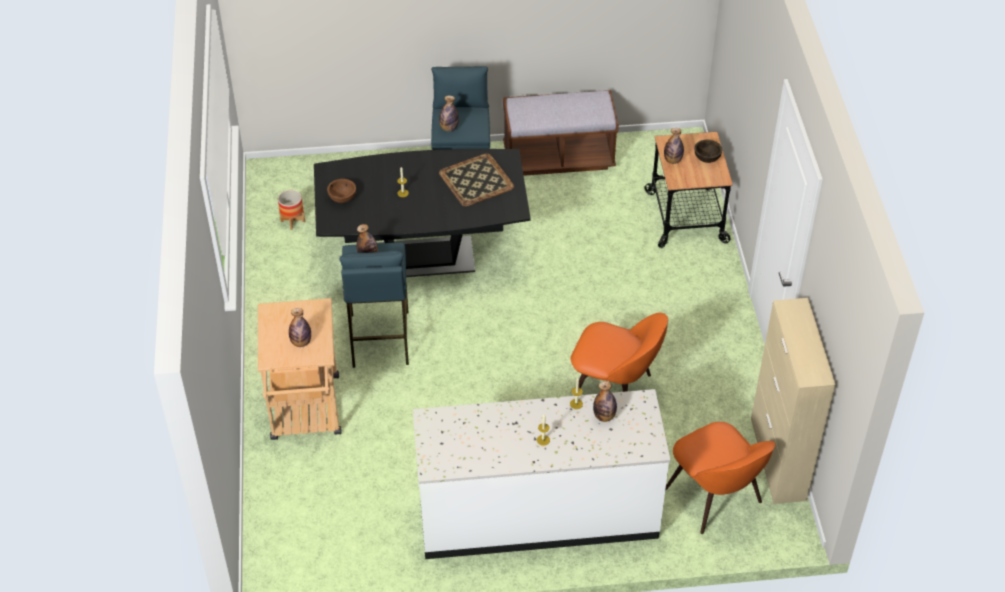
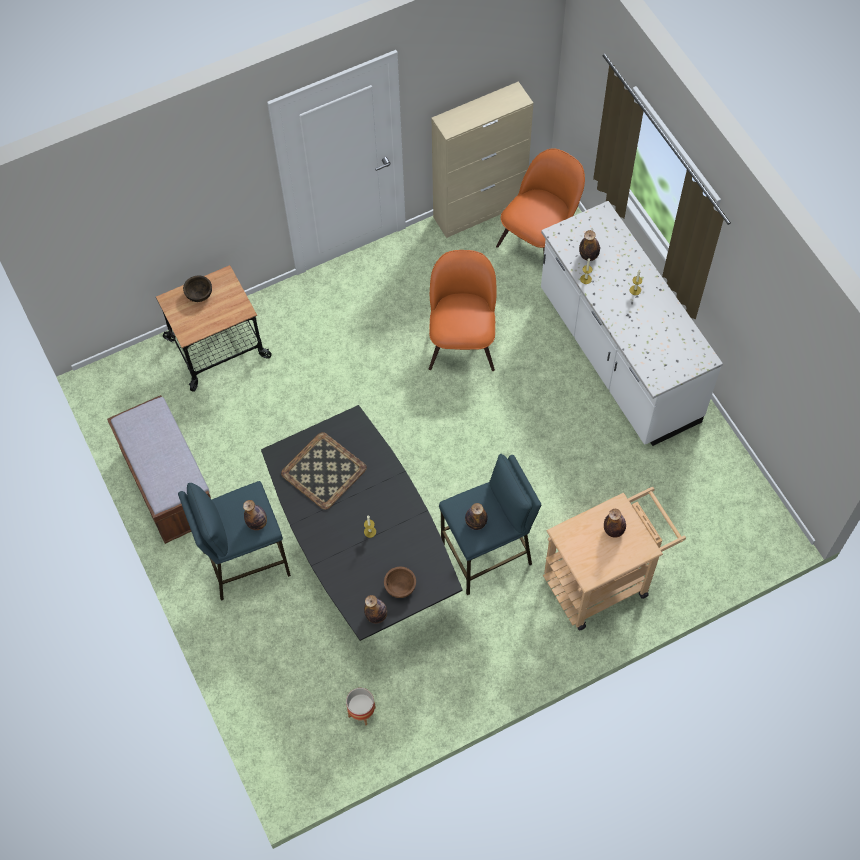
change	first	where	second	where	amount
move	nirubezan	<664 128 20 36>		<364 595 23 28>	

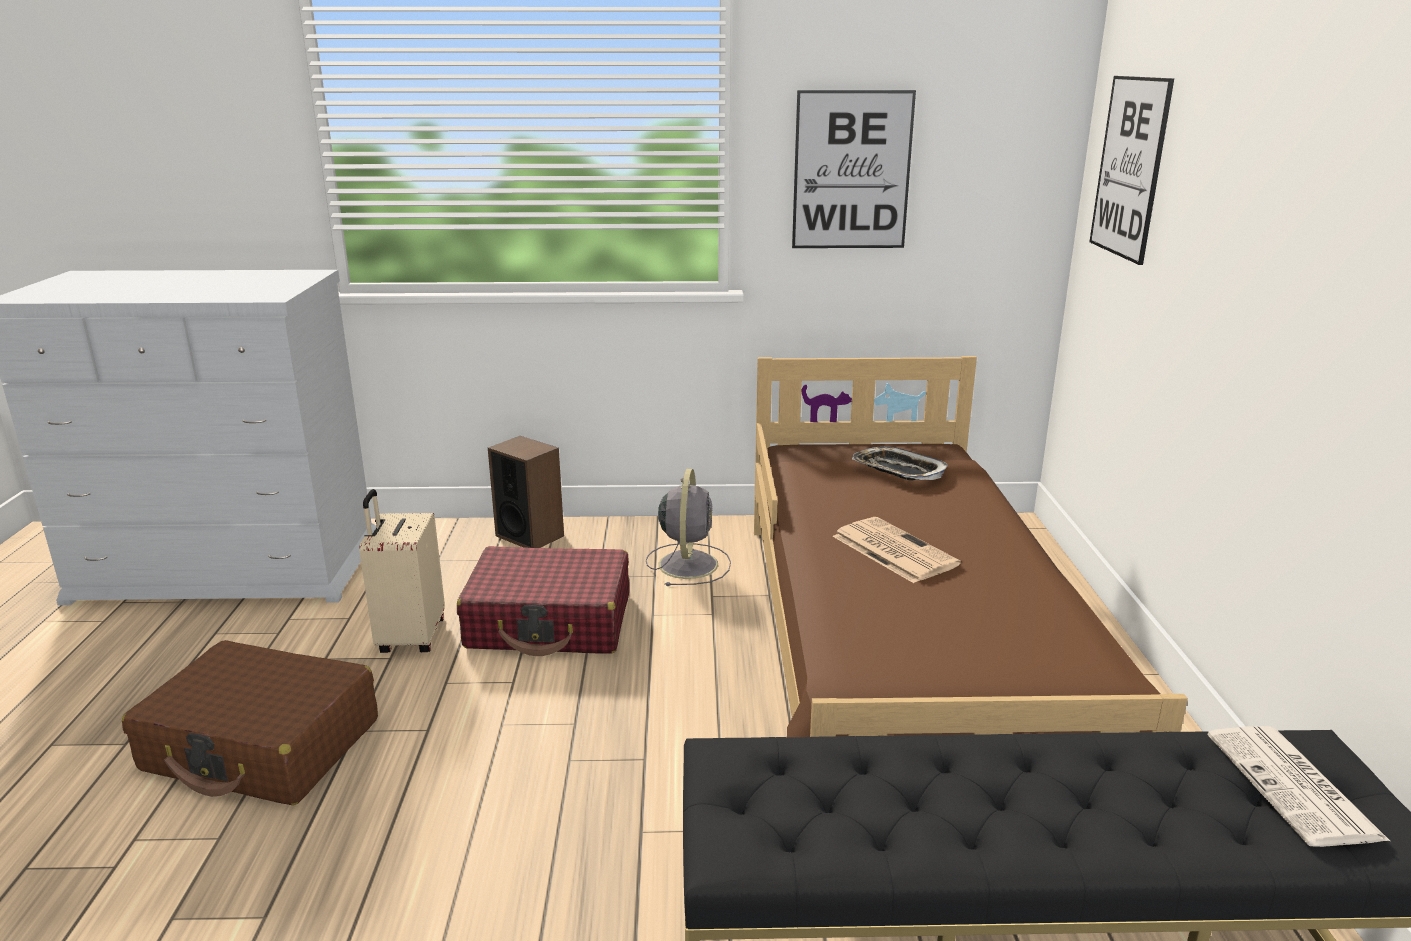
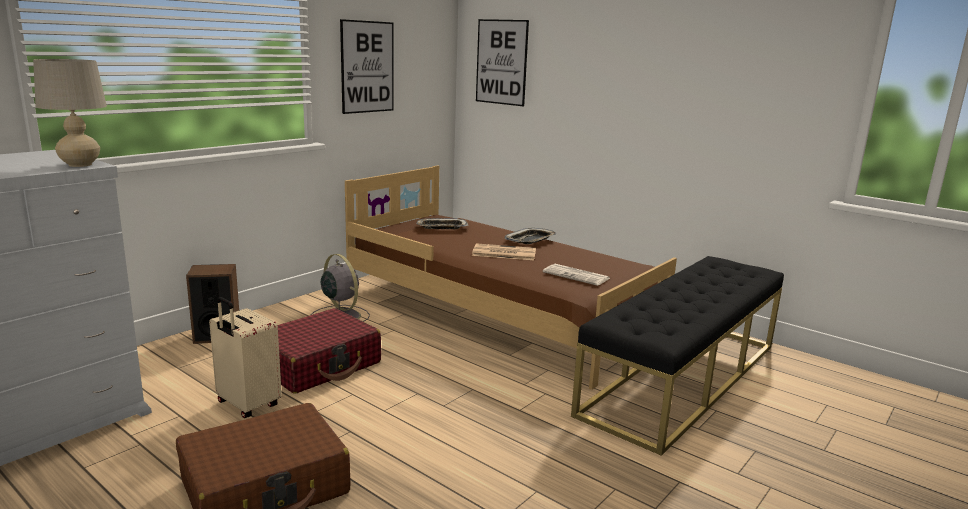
change	first	where	second	where	amount
move	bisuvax	<1207 726 183 121>		<543 264 67 22>	
insert			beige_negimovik	<33 59 74 108>	
insert			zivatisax	<505 228 51 16>	

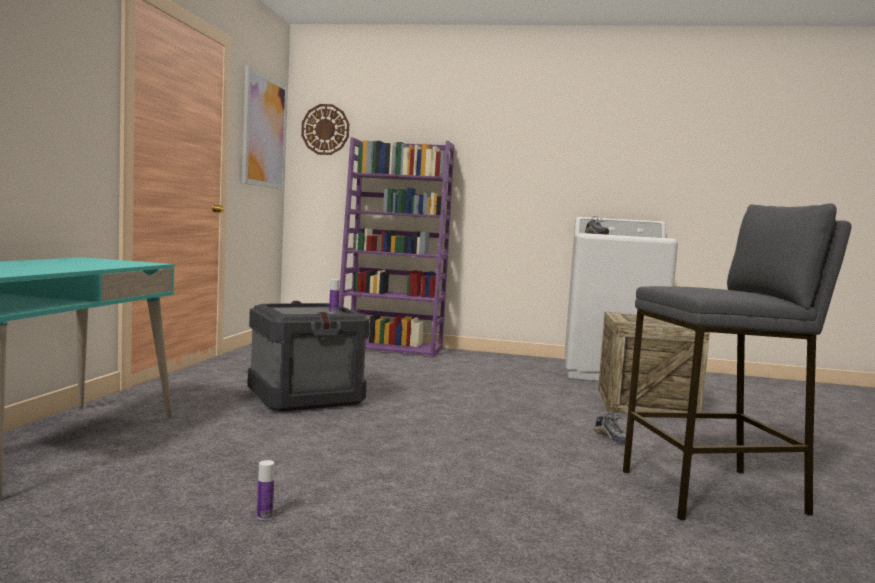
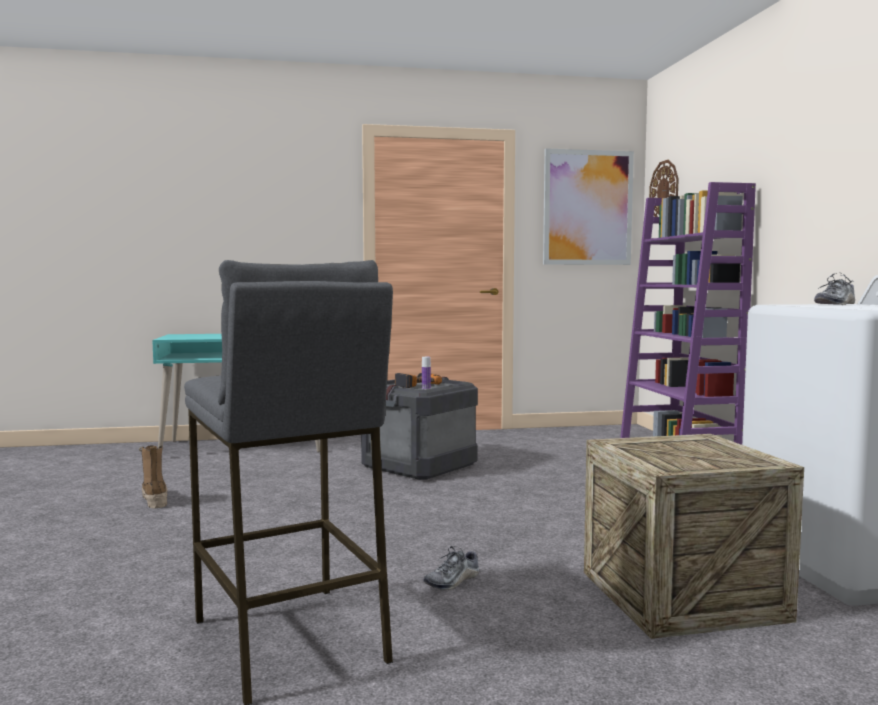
change	first	where	second	where	amount
replace	nirubezan	<257 460 17 60>	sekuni	<139 445 29 64>	
insert			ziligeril	<395 373 47 15>	

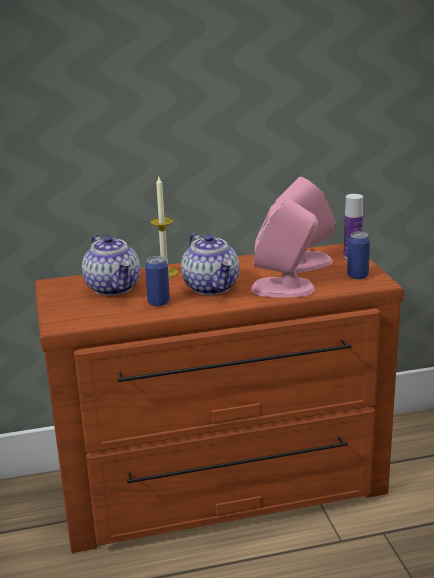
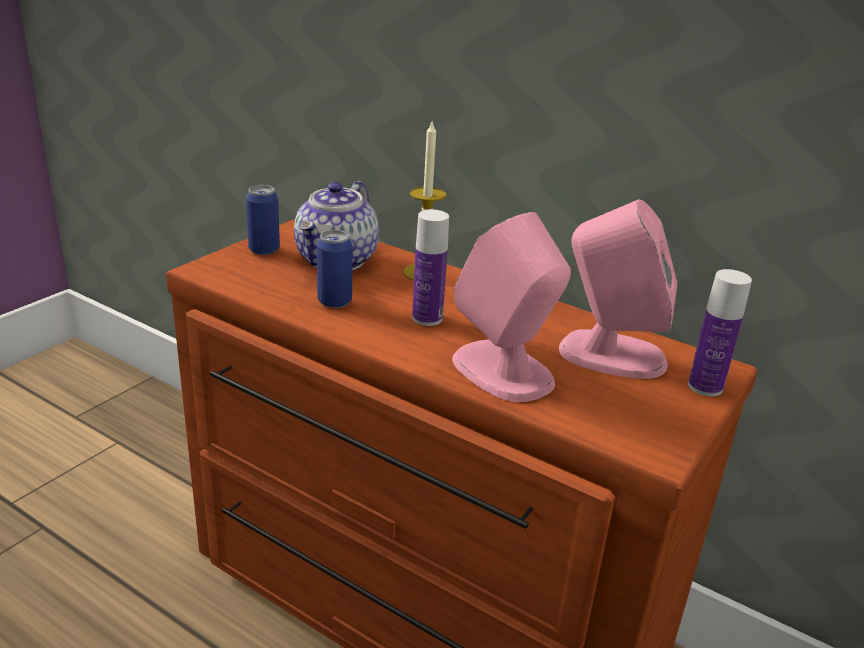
change	first	where	second	where	amount
replace	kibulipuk	<181 233 58 62>	nirubezan	<412 210 37 116>	
move	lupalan	<347 232 23 47>		<246 185 34 70>	

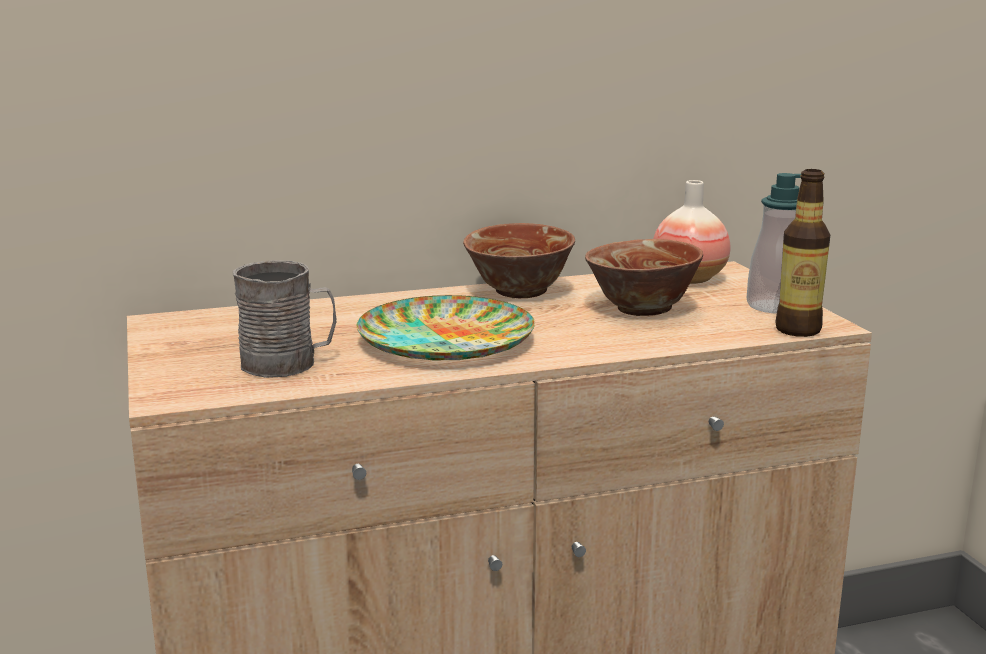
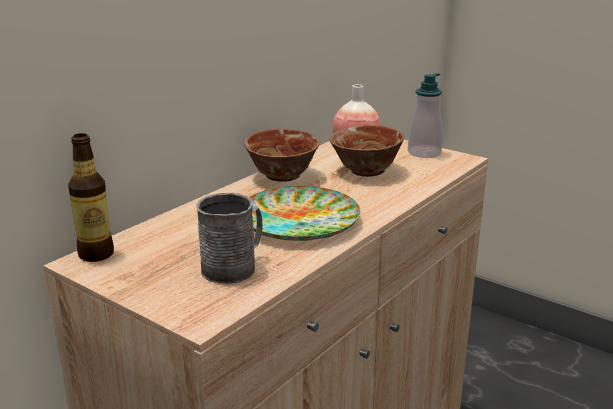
change	first	where	second	where	amount
move	nirubezan	<776 169 54 168>		<68 133 46 129>	

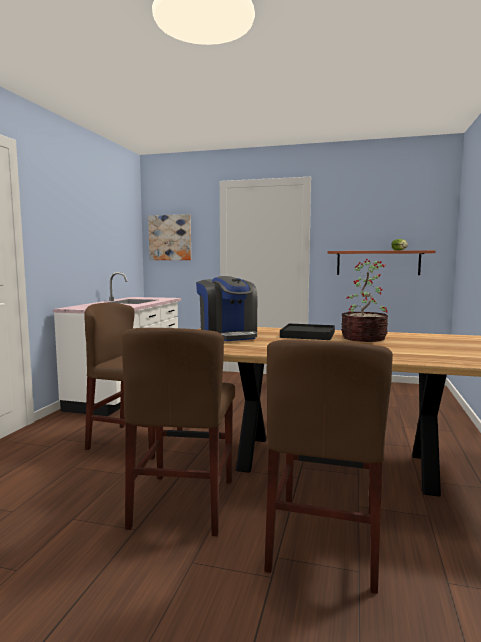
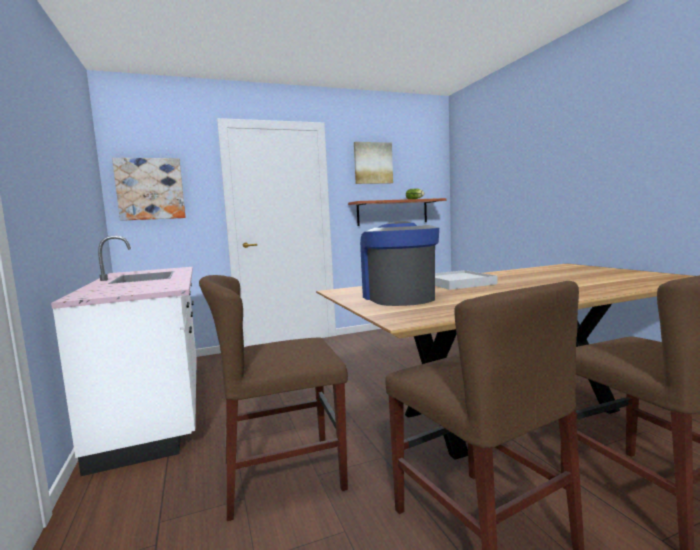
change	first	where	second	where	amount
rotate	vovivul	<196 276 61 65>		<360 221 79 85>	135 degrees counterclockwise
recolor	black_zivatisax	<280 323 55 17>	white_zivatisax	<435 270 62 20>	
delete	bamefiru	<341 259 47 83>			
insert			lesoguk	<354 142 39 42>	

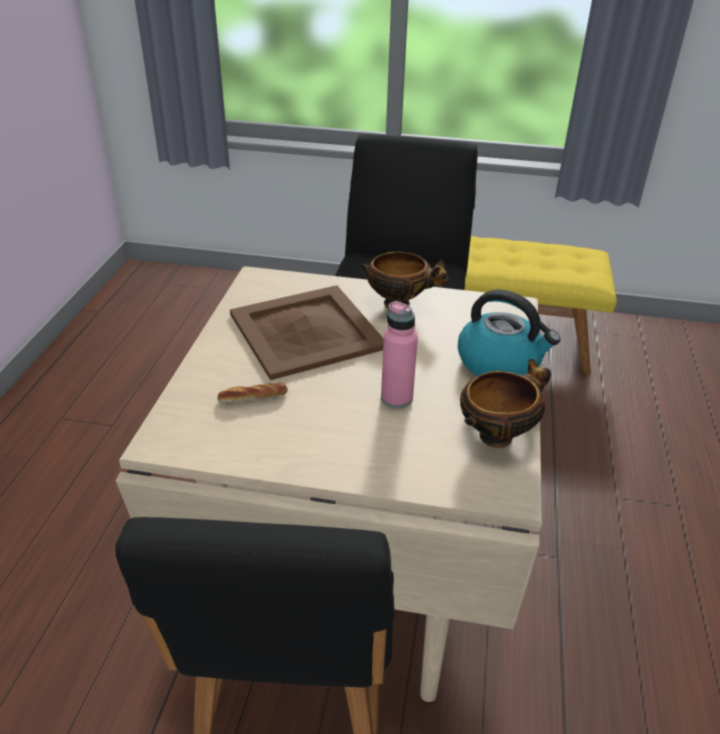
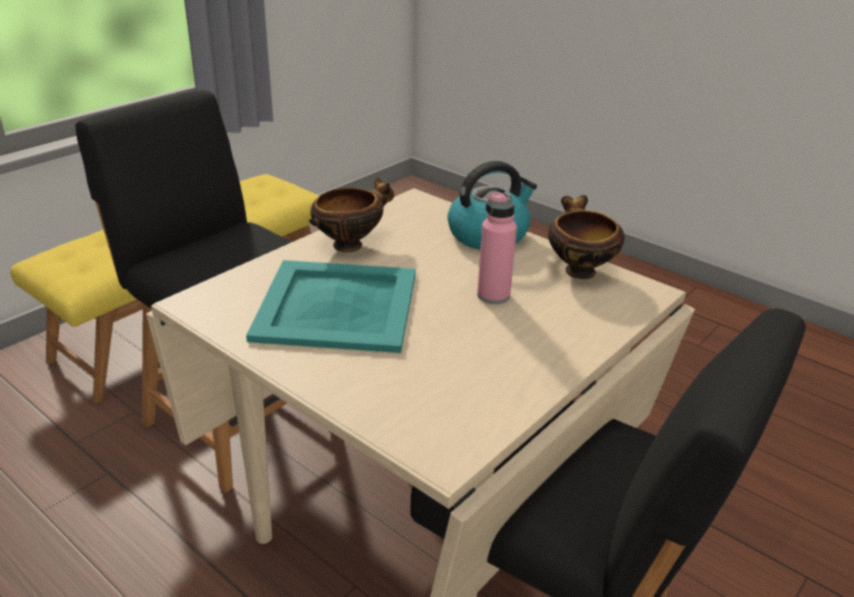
change	first	where	second	where	amount
delete	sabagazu	<217 382 71 21>			
recolor	brown_zivatisax	<230 285 154 95>	turquoise_zivatisax	<246 260 170 93>	

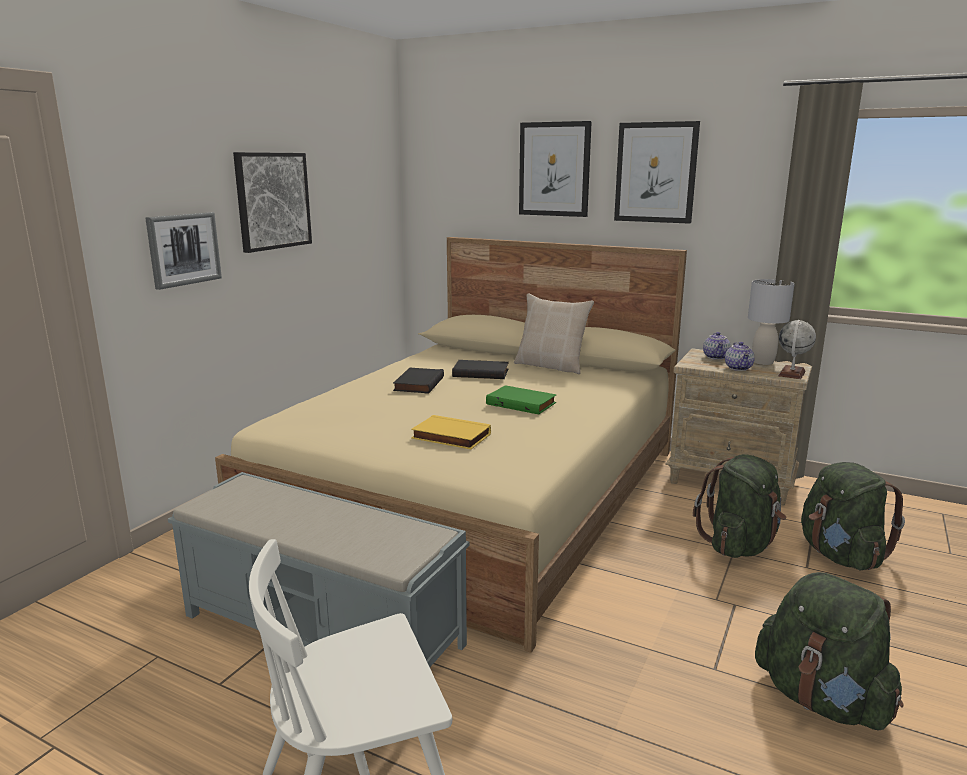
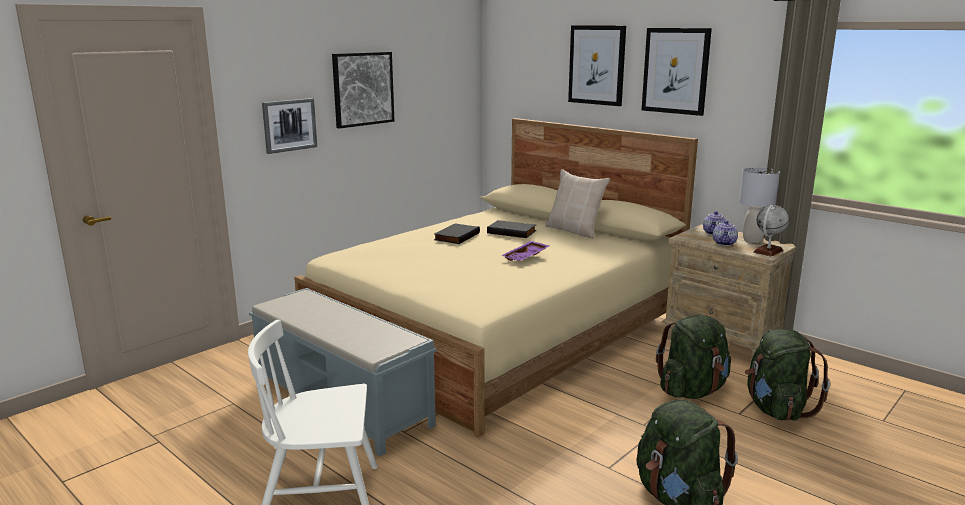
change	first	where	second	where	amount
delete	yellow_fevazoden	<411 415 80 34>			
replace	green_fevazoden	<486 385 71 29>	purple_zivatisax	<501 241 48 20>	

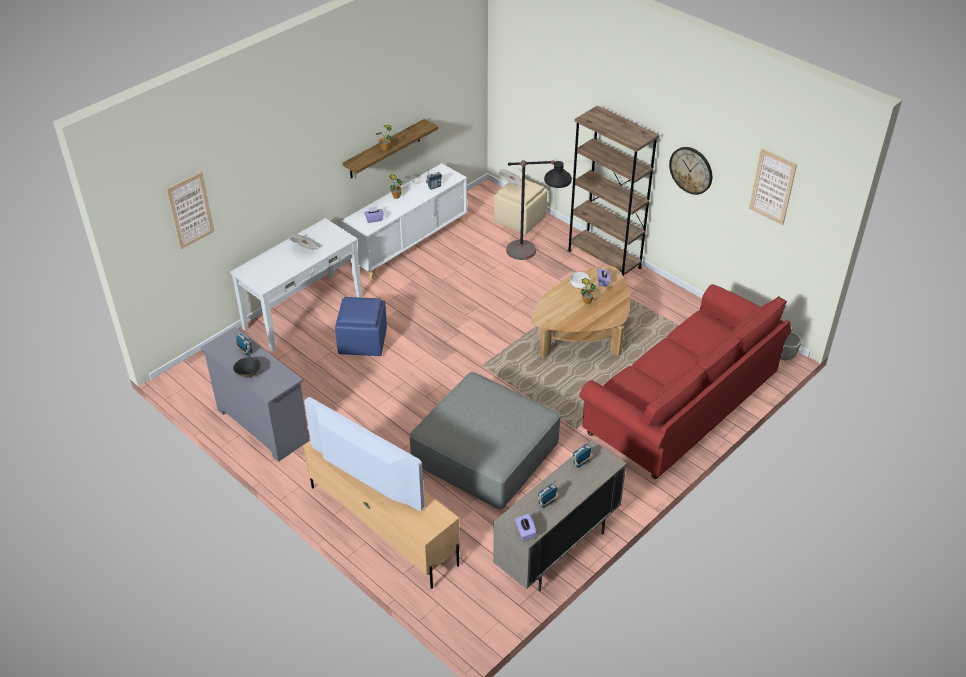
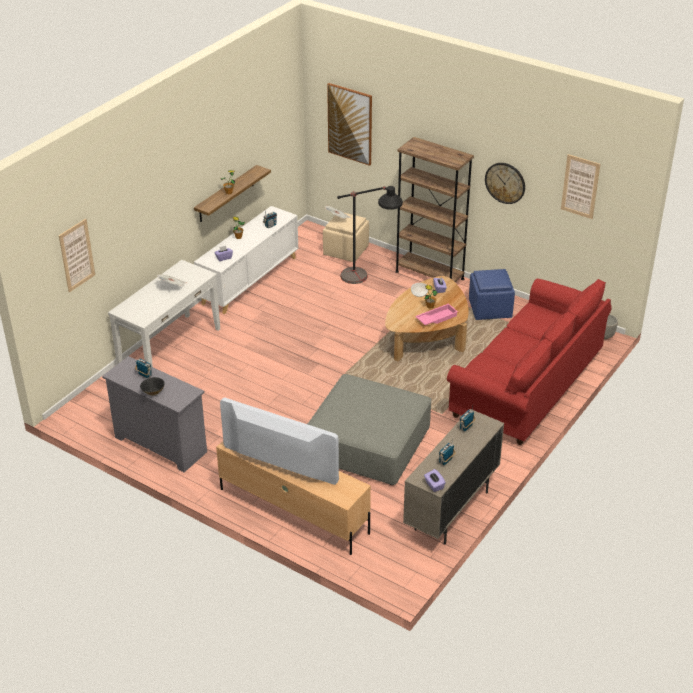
change	first	where	second	where	amount
move	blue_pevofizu	<335 297 52 59>		<469 269 46 51>	
insert			lesoguk	<327 83 45 83>	
insert			pink_zivatisax	<415 303 43 22>	

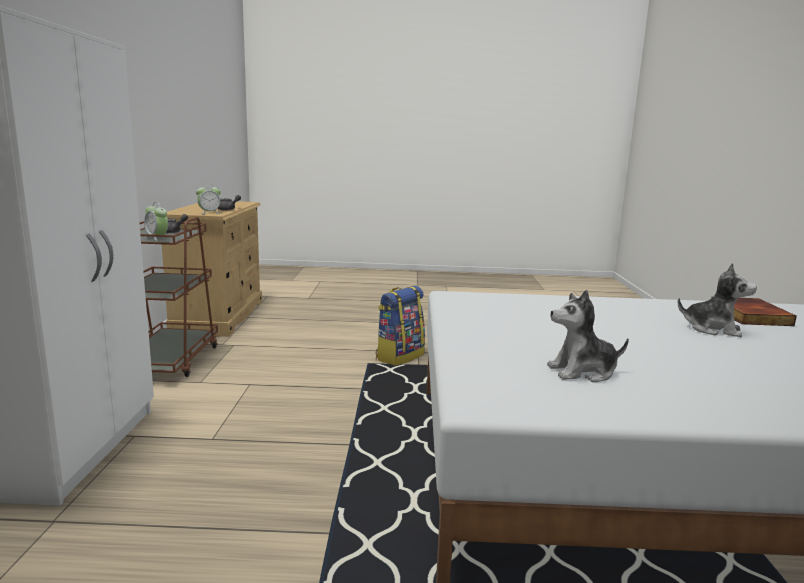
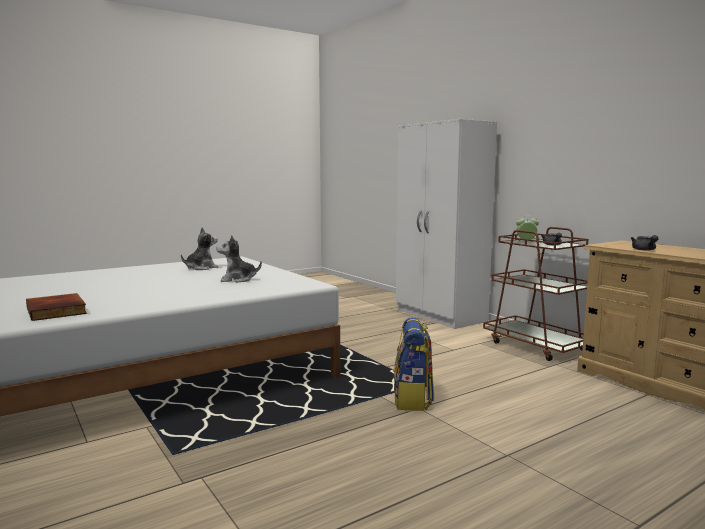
change	first	where	second	where	amount
delete	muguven	<196 186 25 29>			
move	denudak	<678 263 79 74>		<216 235 46 48>	

